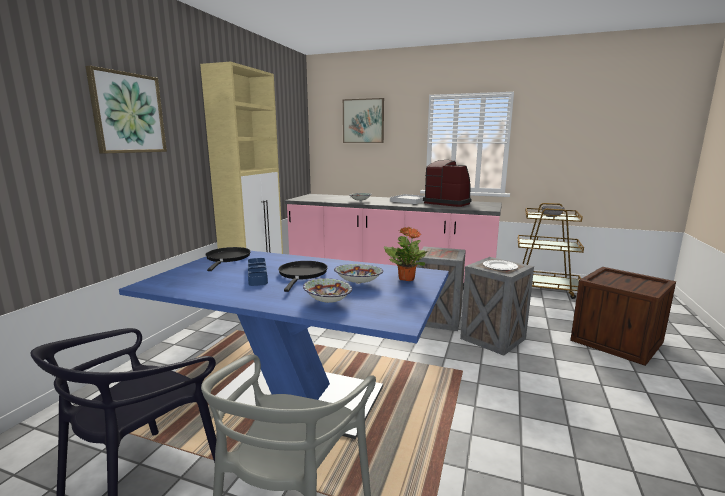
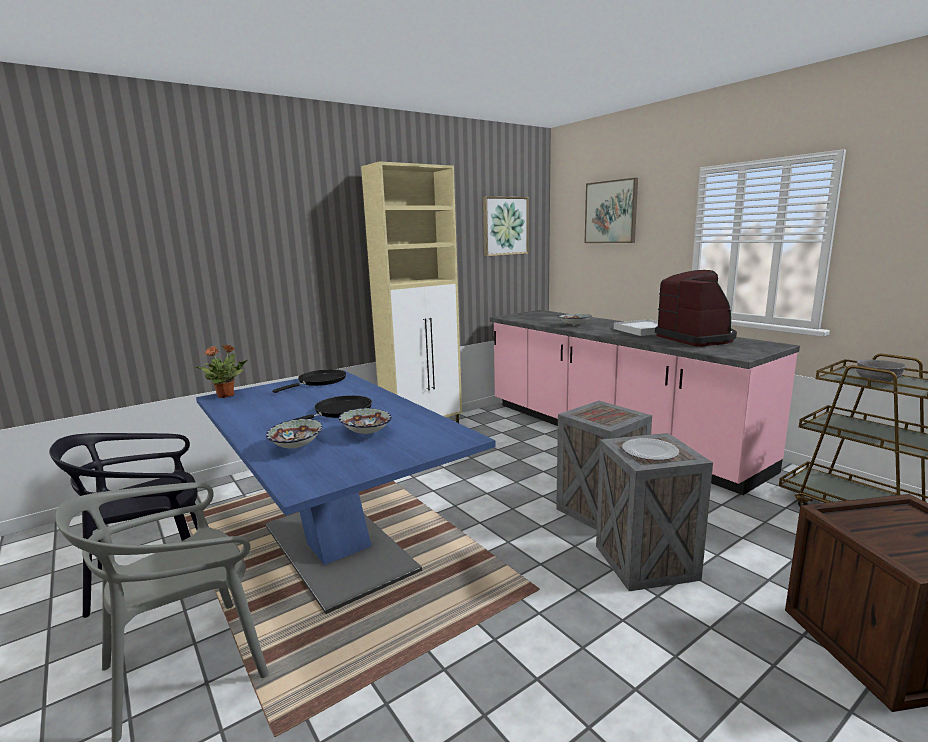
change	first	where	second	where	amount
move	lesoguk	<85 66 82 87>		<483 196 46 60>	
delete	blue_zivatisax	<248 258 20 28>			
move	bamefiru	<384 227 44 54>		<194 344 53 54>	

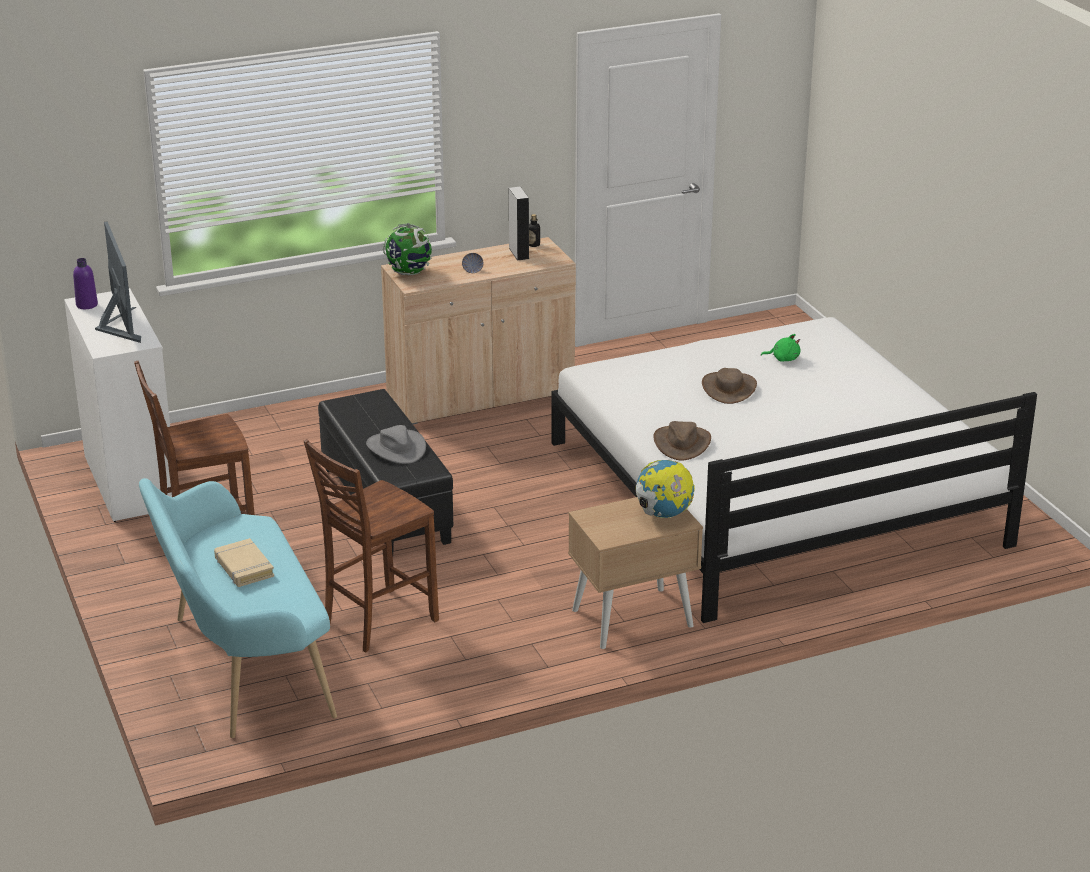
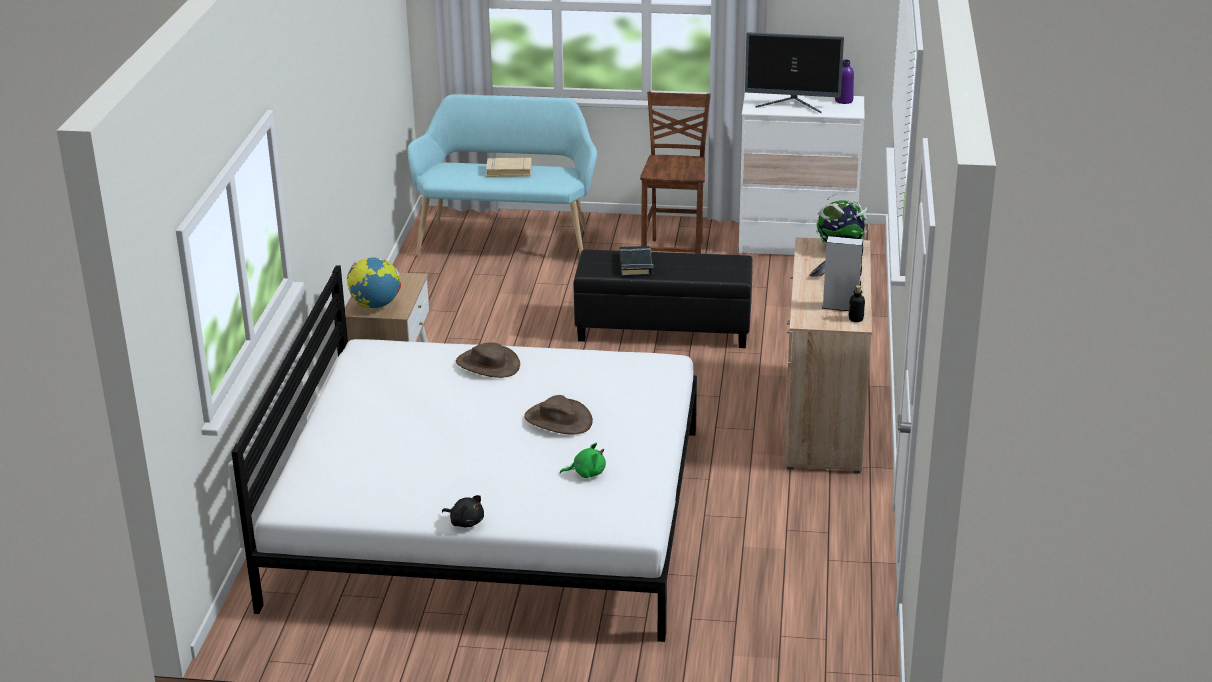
change	first	where	second	where	amount
delete	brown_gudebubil	<304 439 135 213>			
replace	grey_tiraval	<366 425 60 39>	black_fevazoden	<620 246 33 31>	
rotate	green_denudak	<761 334 40 28>		<560 443 46 35>	135 degrees counterclockwise
insert			black_denudak	<442 495 42 32>	

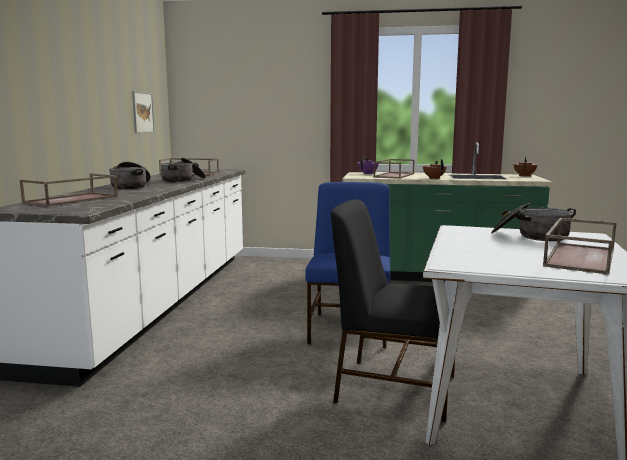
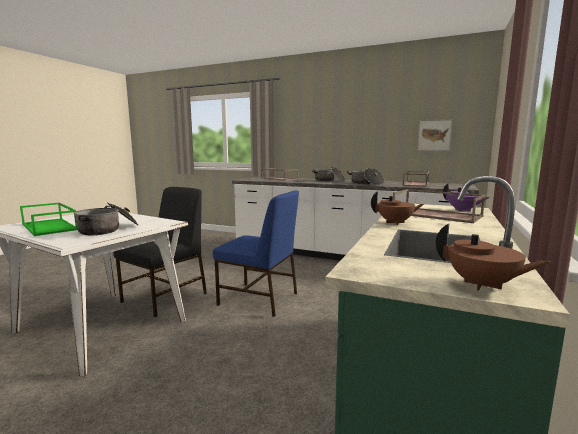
change	first	where	second	where	amount
recolor	brown_zivatisax	<543 218 74 57>	green_zivatisax	<20 202 57 34>	

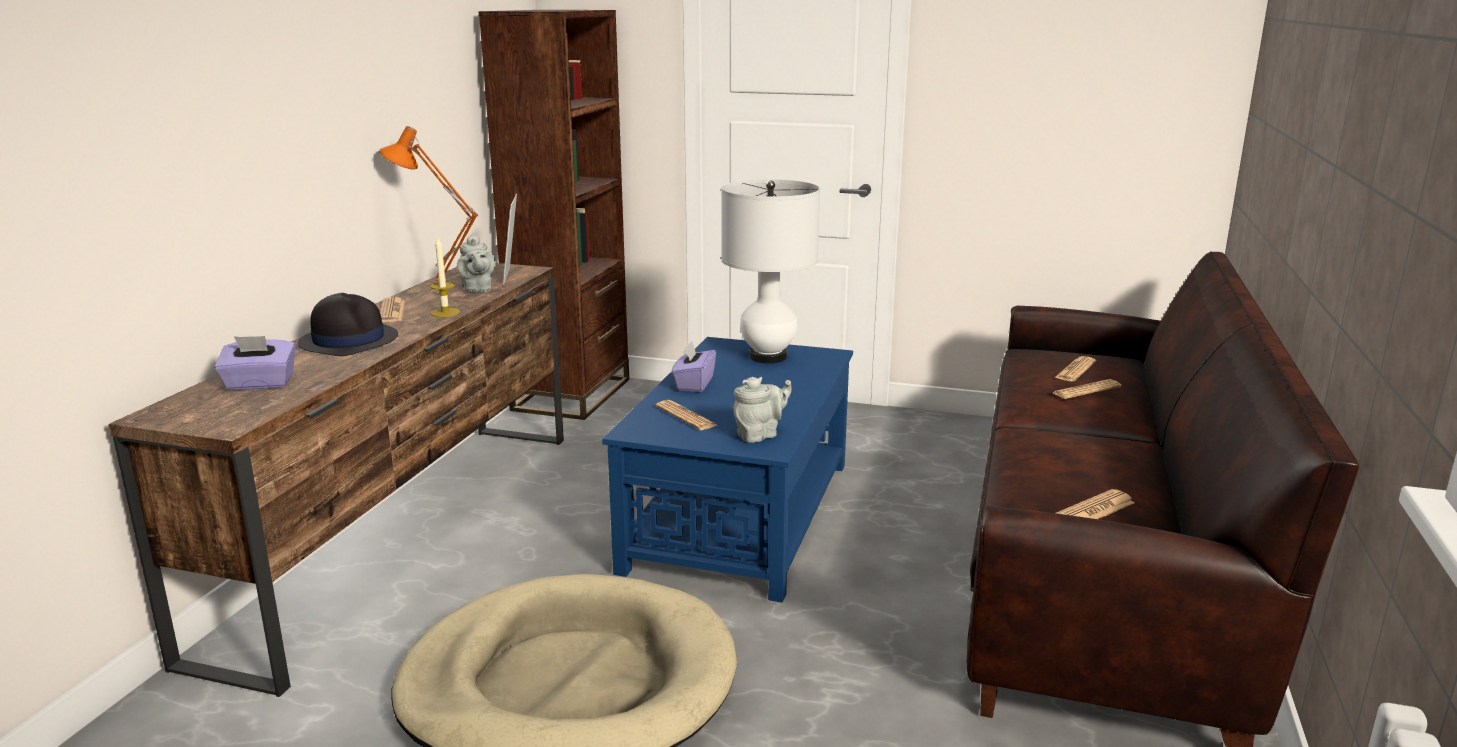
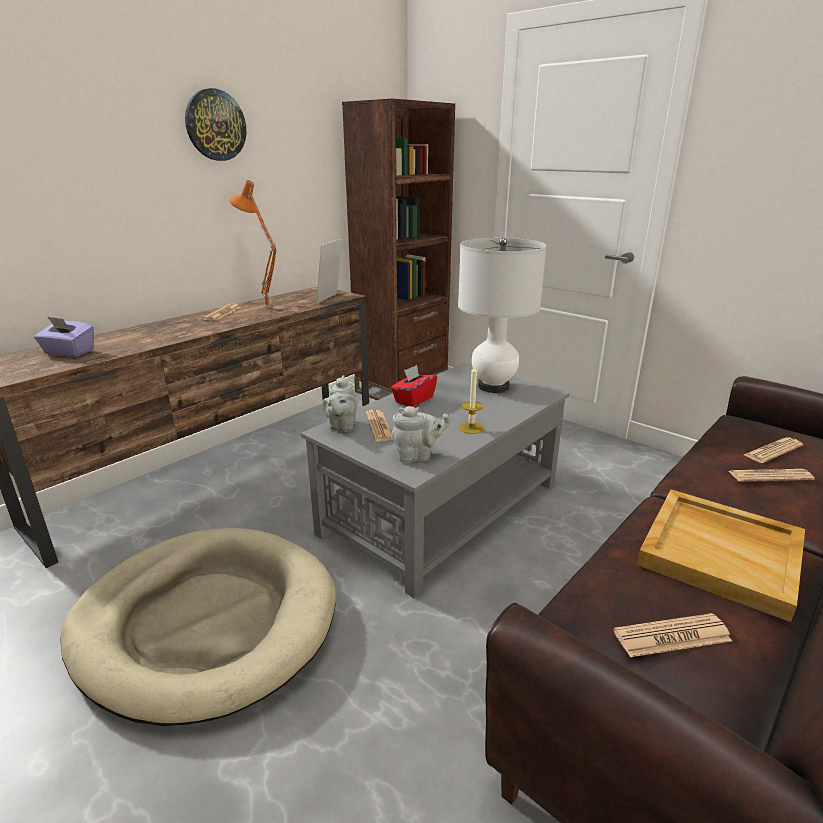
change	first	where	second	where	amount
delete	black_tiraval	<298 293 100 63>			
move	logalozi	<430 238 30 79>		<459 365 25 69>	
move	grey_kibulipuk	<457 234 39 58>		<322 375 35 57>	
recolor	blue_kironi	<602 337 251 265>	grey_kironi	<301 363 268 236>	
recolor	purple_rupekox	<671 341 45 51>	red_rupekox	<391 365 46 42>	
insert			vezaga	<185 88 61 73>	
insert			beige_zivatisax	<637 489 168 133>	

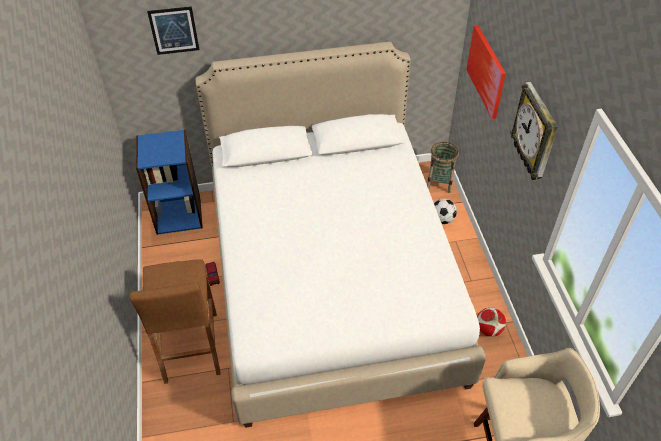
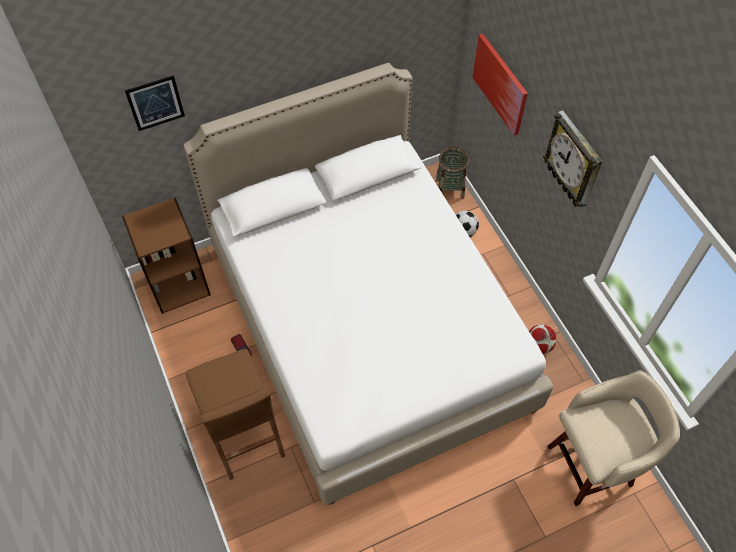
change	first	where	second	where	amount
recolor	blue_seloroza	<136 129 67 106>	brown_seloroza	<122 198 89 116>	

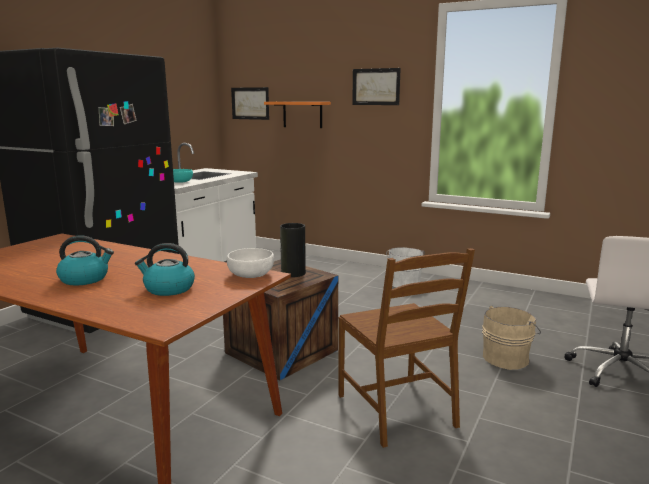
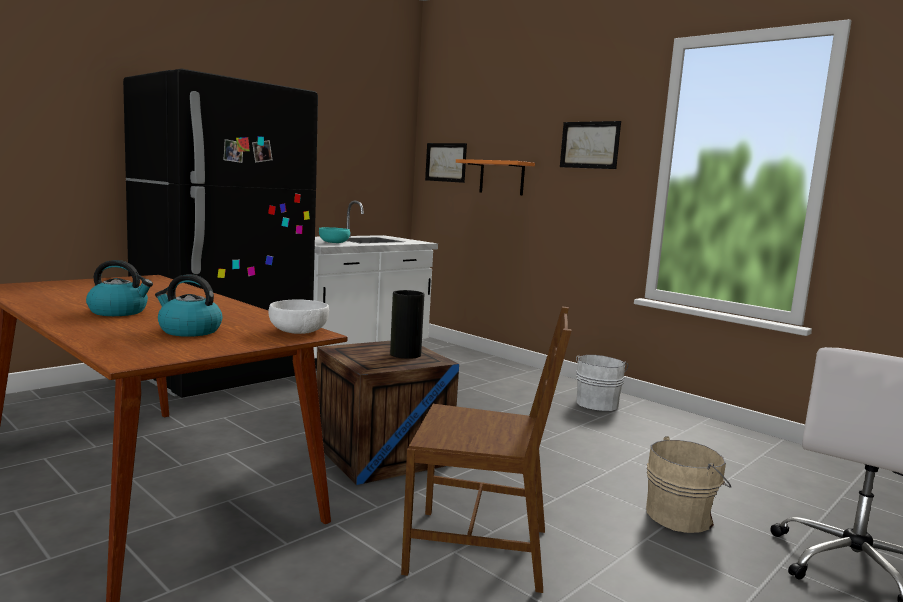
change	first	where	second	where	amount
rotate	brown_gudebubil	<338 248 137 200>		<401 307 171 286>	75 degrees counterclockwise

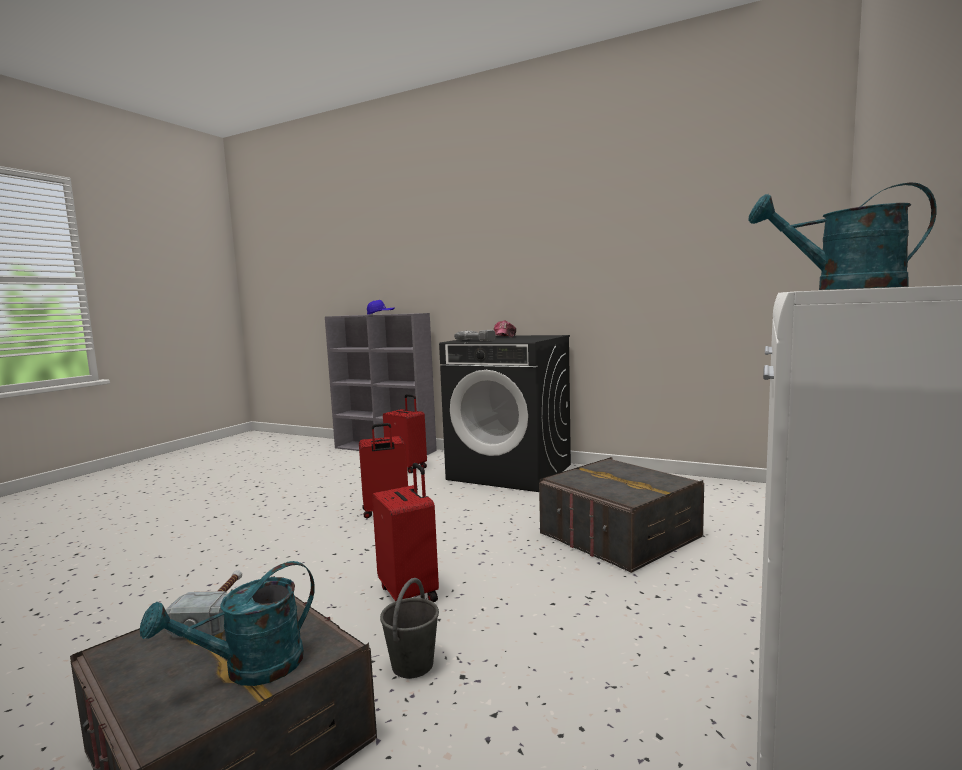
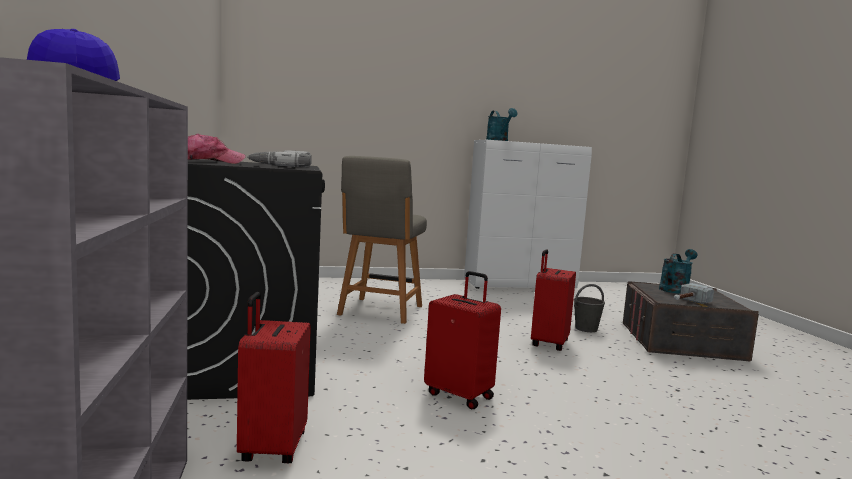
change	first	where	second	where	amount
rotate	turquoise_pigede	<140 561 175 125>		<659 249 38 45>	60 degrees counterclockwise
replace	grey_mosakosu	<539 457 165 116>	grey_gudebubil	<337 156 90 168>	

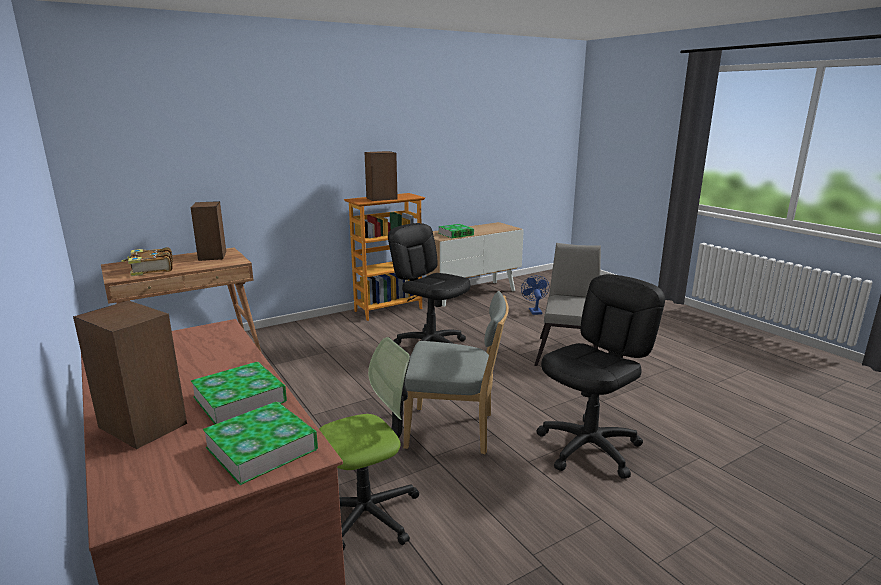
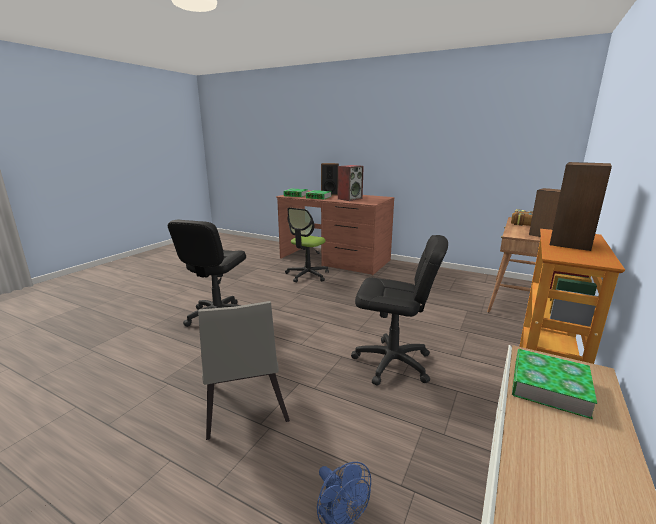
change	first	where	second	where	amount
delete	grey_gudebubil	<404 291 105 163>			
insert			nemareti	<338 165 26 36>	

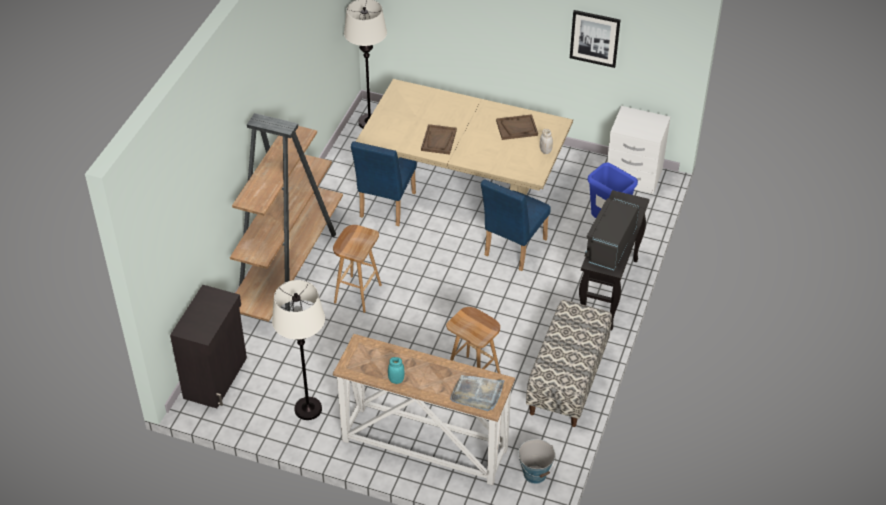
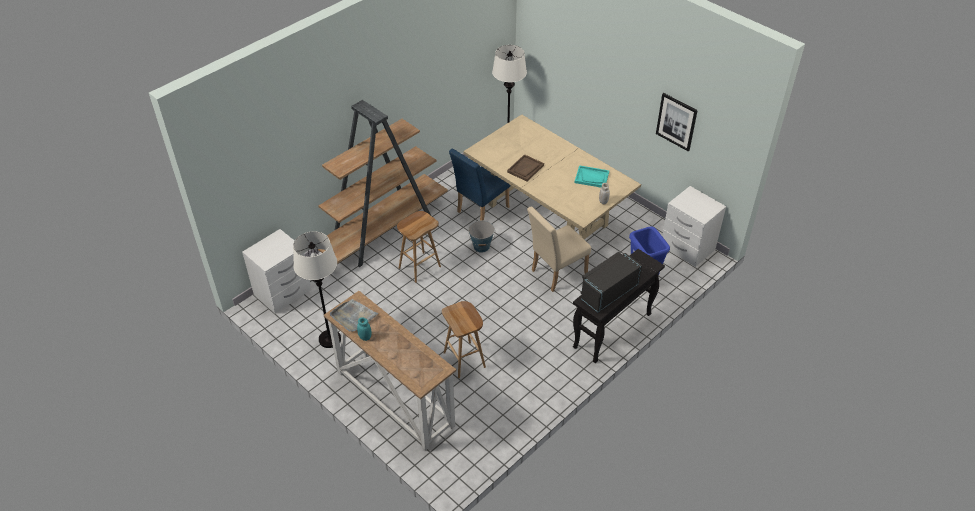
change	first	where	second	where	amount
replace	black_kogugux	<170 285 77 123>	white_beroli	<242 229 69 85>	
move	grey_zivatisax	<450 375 55 36>		<330 299 49 33>	
recolor	blue_gudebubil	<481 179 70 92>	beige_gudebubil	<527 206 64 86>	
recolor	brown_zivatisax	<496 114 42 26>	turquoise_zivatisax	<575 165 34 22>	
move	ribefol	<518 439 38 45>		<468 221 27 32>	
delete	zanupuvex	<526 300 86 127>			

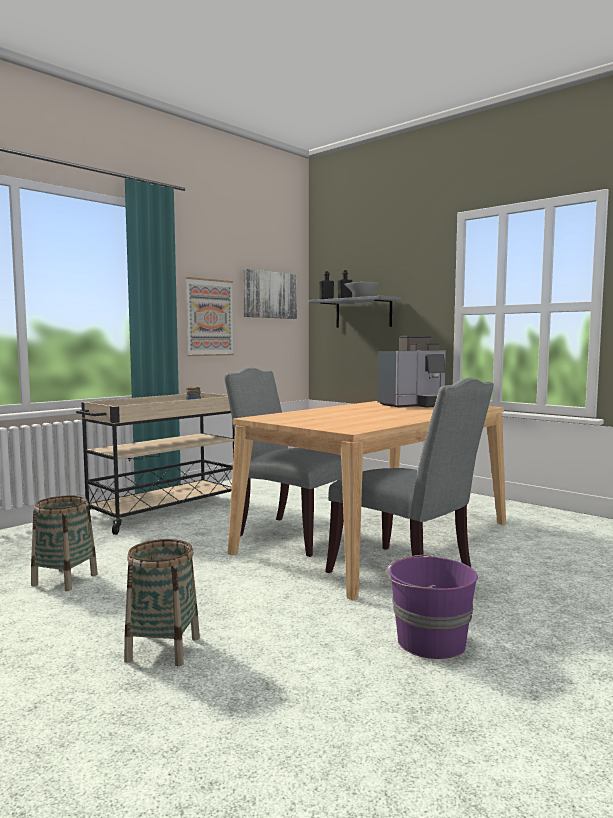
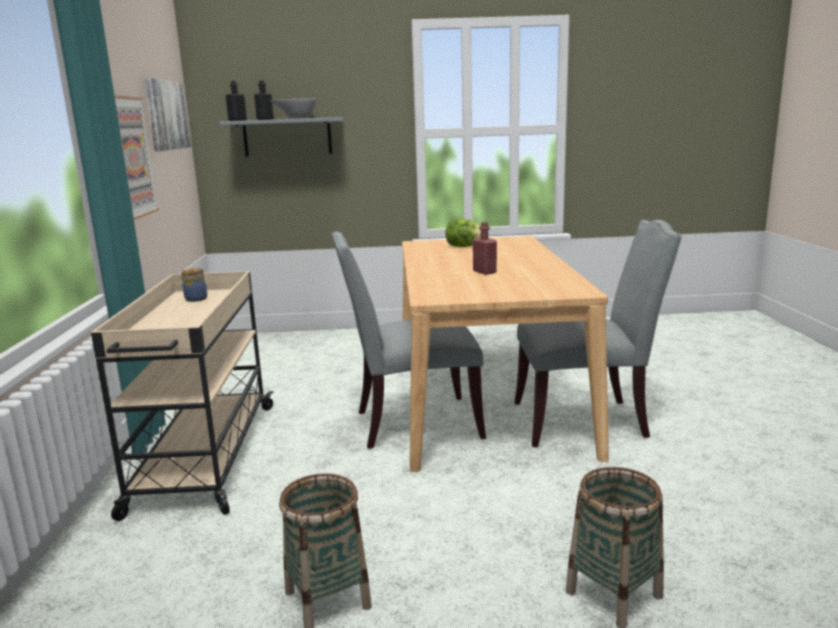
change	first	where	second	where	amount
replace	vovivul	<378 336 68 72>	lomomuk	<446 218 35 29>	
delete	purple_ribefol	<385 554 93 105>			
insert			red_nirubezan	<473 222 24 53>	

